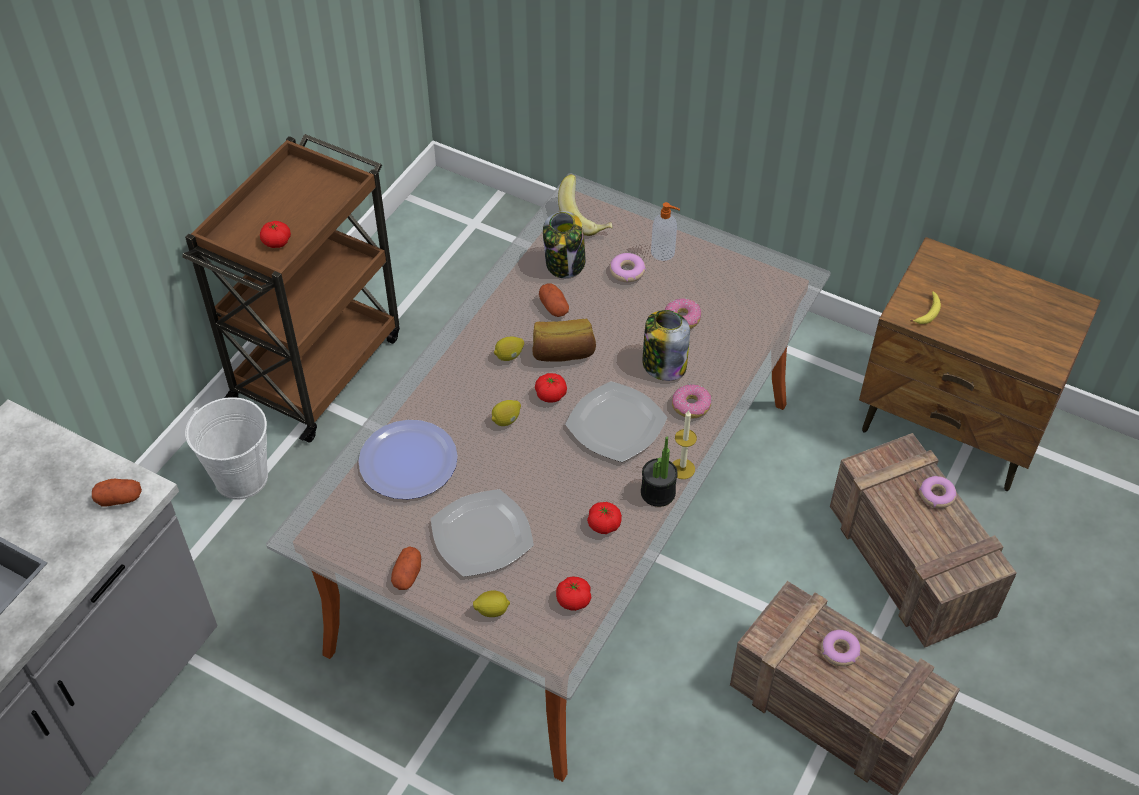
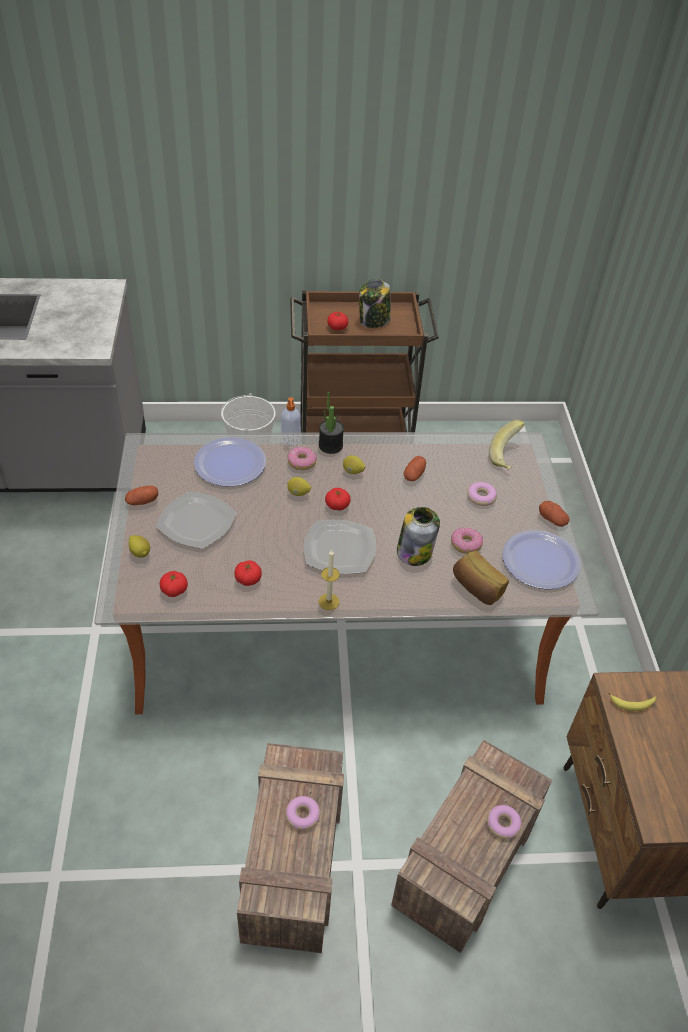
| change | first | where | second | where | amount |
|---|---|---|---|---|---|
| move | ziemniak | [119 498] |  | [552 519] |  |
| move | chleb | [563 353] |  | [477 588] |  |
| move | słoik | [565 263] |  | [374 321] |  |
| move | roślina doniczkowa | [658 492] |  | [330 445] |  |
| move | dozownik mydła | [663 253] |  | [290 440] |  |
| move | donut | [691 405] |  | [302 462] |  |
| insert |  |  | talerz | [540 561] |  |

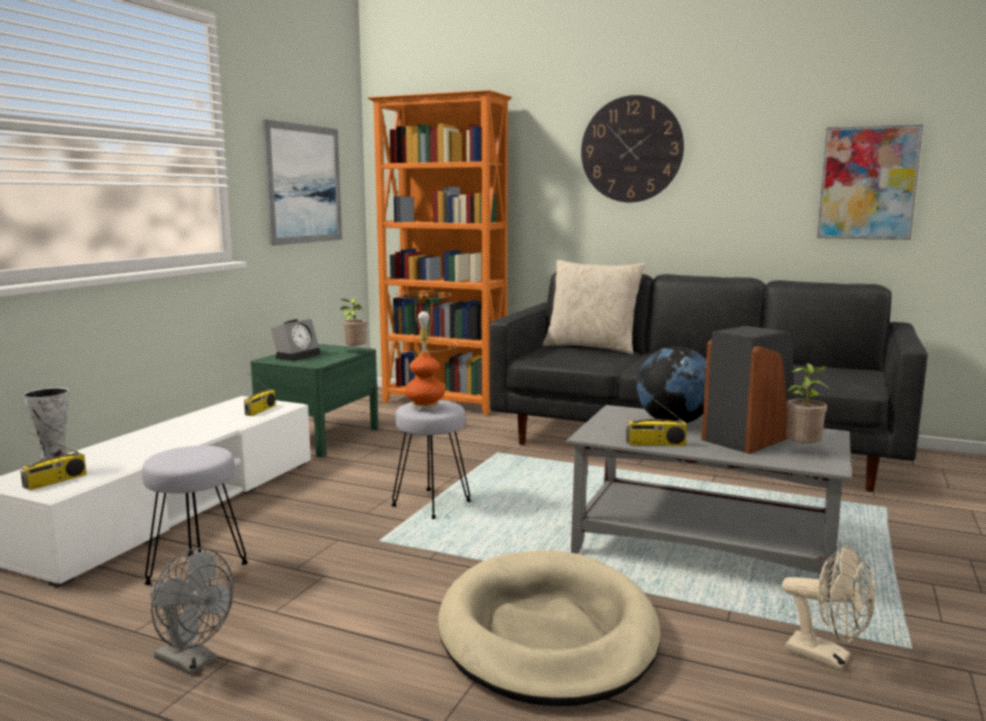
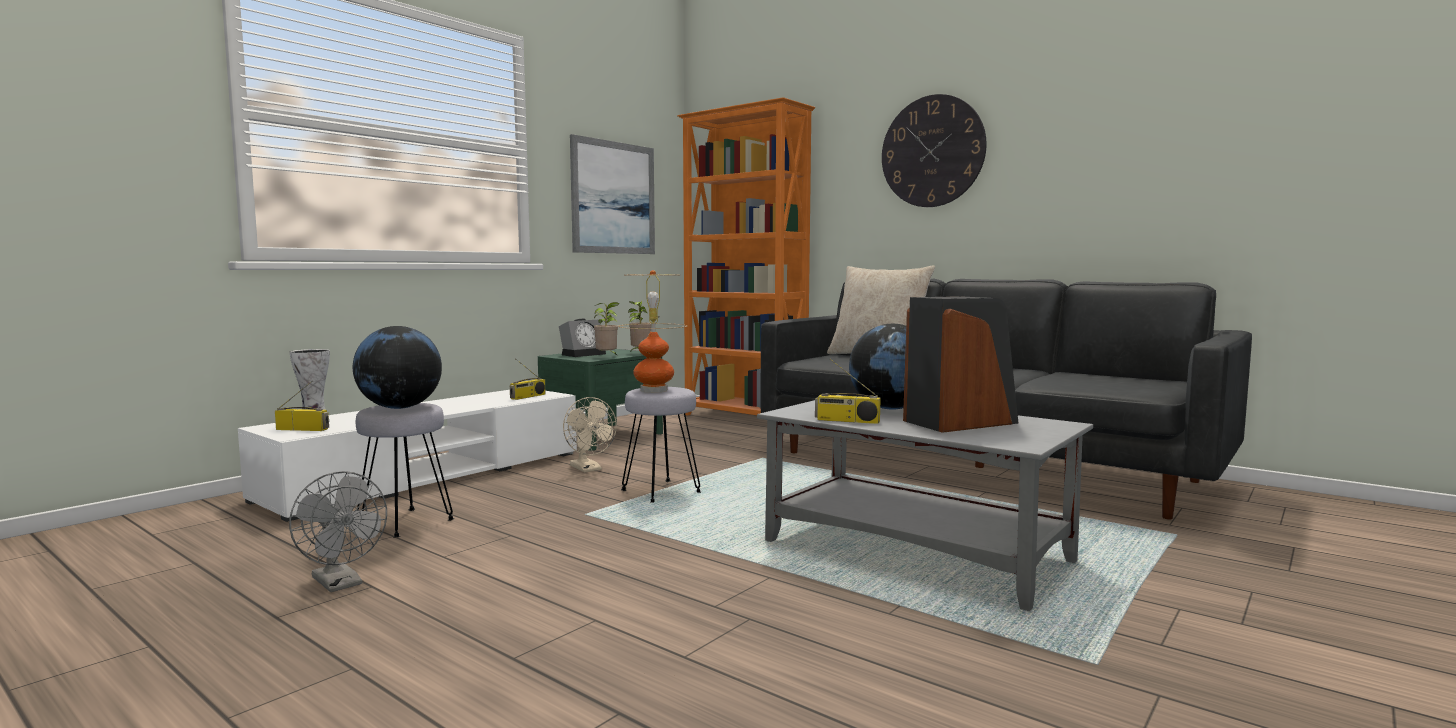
| change | first | where | second | where | amount |
|---|---|---|---|---|---|
| rotate | radio | [55 481] |  | [303 429] | 135 degrees counterclockwise |
| delete | legowisko [beżowy] | [547 633] |  |  |  |
| move | wentylator [beżowy] | [827 657] |  | [588 469] |  |
| move | roślina doniczkowa | [803 450] |  | [607 357] |  |
| delete | obraz | [868 183] |  |  |  |
| insert |  |  | globus | [400 407] |  |

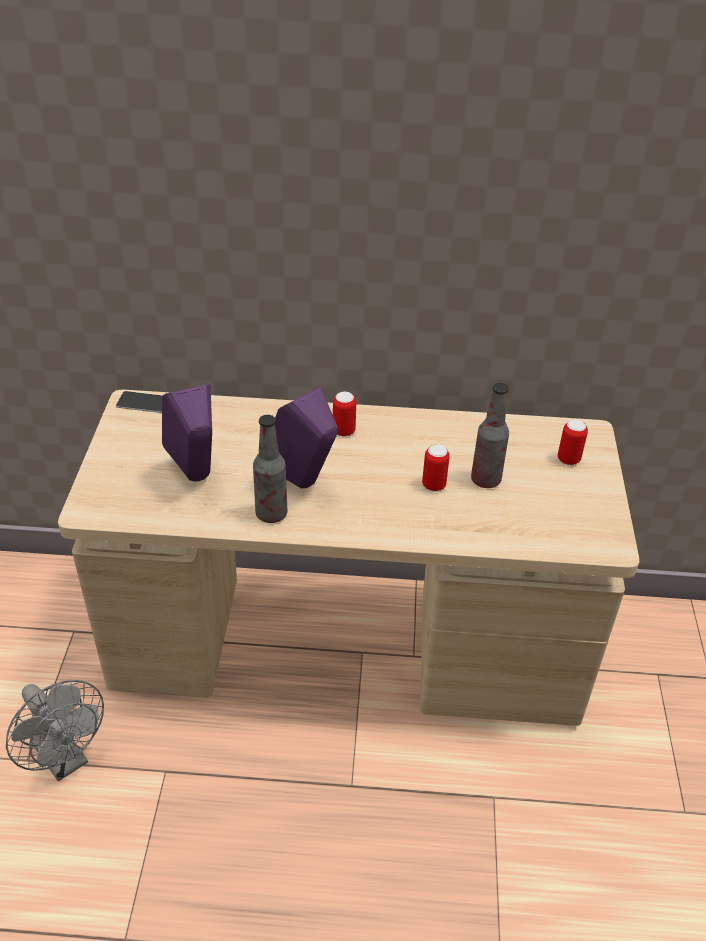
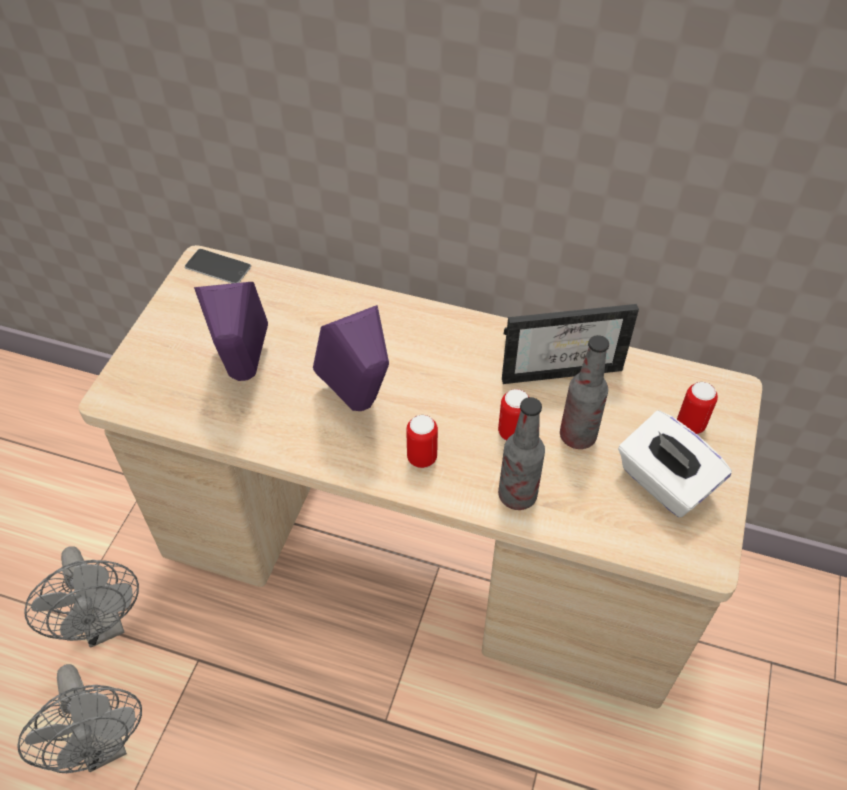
| change | first | where | second | where | amount |
|---|---|---|---|---|---|
| move | butelka | [271 514] |  | [517 495] |  |
| move | puszka | [344 431] |  | [422 458] |  |
| insert |  |  | wentylator [szary] | [104 745] |  |
| insert |  |  | ramka na zdjęcie | [561 365] |  |
| insert |  |  | pudełko chusteczek [biały] | [664 482] |  |

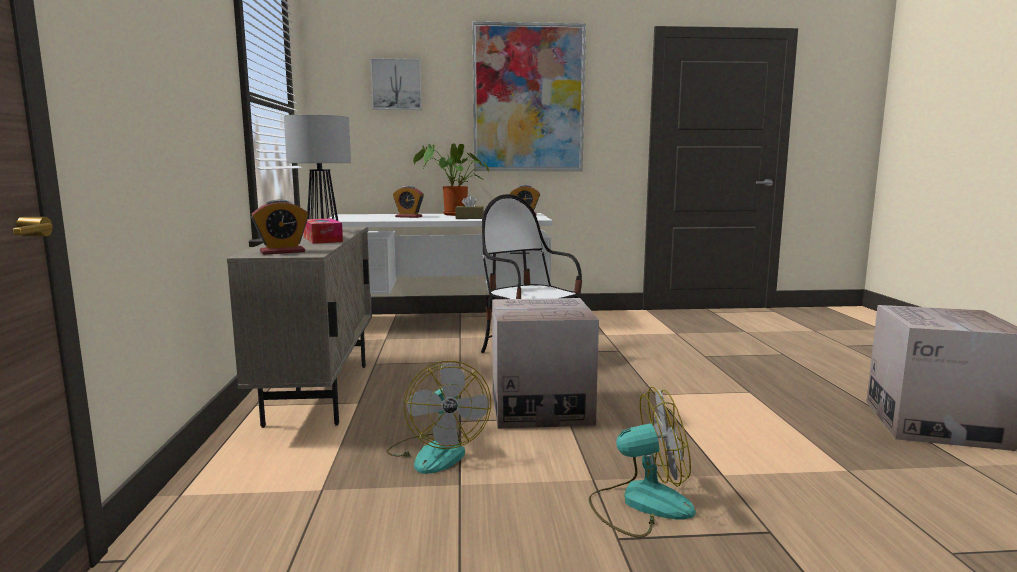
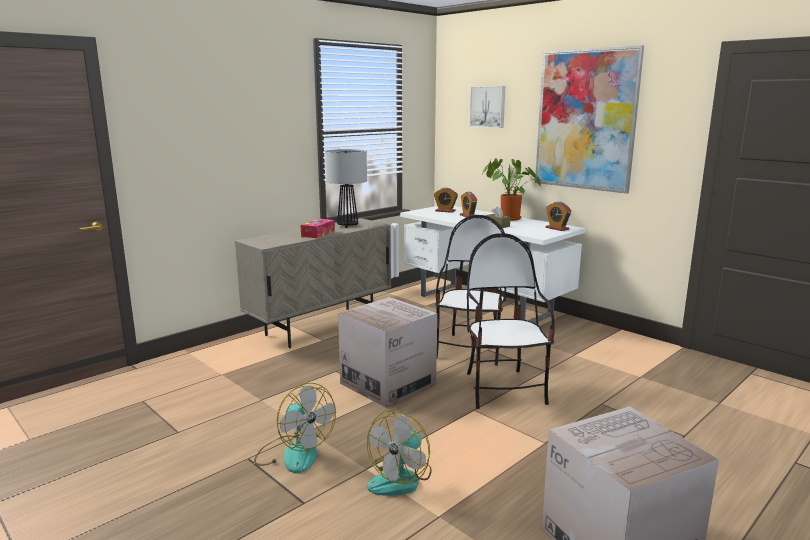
| change | first | where | second | where | amount |
|---|---|---|---|---|---|
| move | budzik | [282 252] |  | [445 211] |  |
| move | wentylator | [436 452] |  | [401 478] |  |
| insert |  |  | krzesło | [503 389] |  |

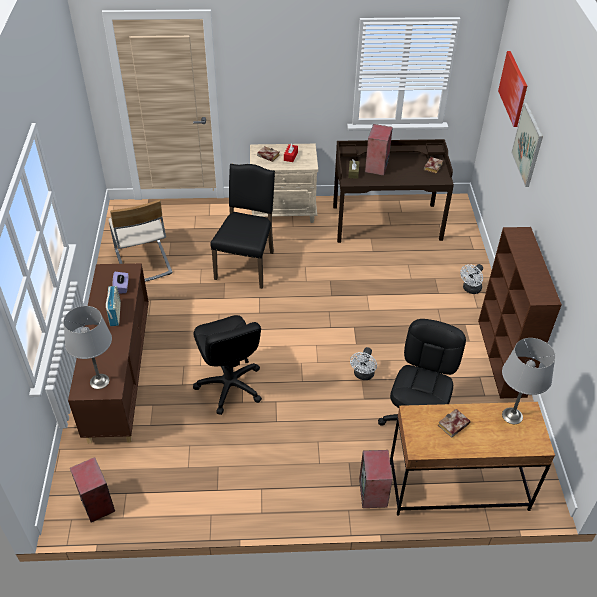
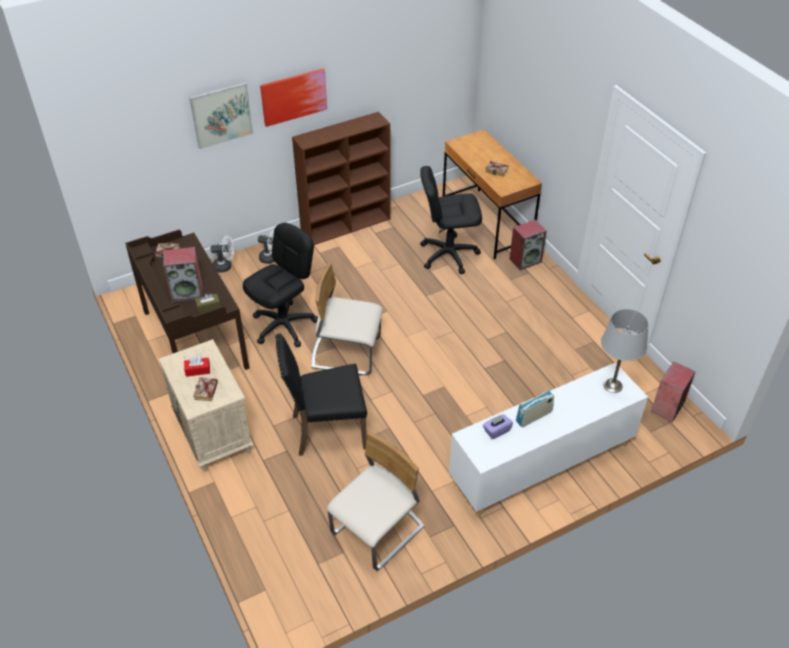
| change | first | where | second | where | amount |
|---|---|---|---|---|---|
| recolor | szafka [brązowy] | [119 373] | szafka [biały] | [541 464] |  |
| move | krzesło biurowe [czarny] | [229 386] |  | [284 326] |  |
| move | wentylator [biały] | [363 375] |  | [225 266] |  |
| move | obraz | [513 88] |  | [293 96] |  |
| delete | lampa stołowa [szary] | [512 416] |  |  |  |
| insert |  |  | krzesło [beżowy] | [346 353] |  |

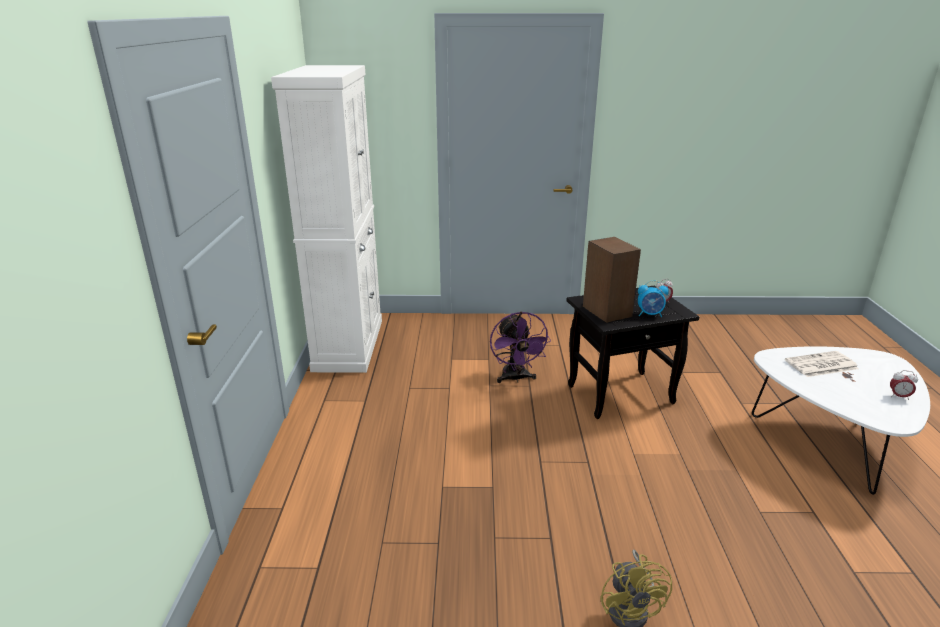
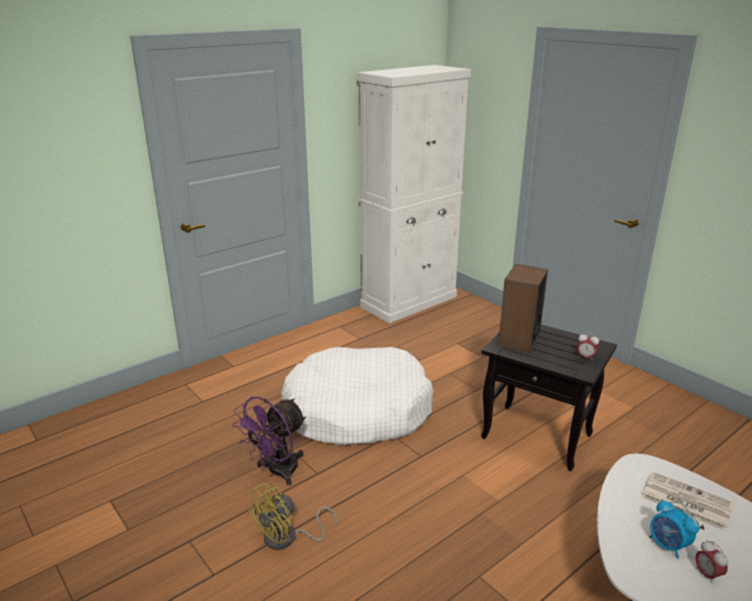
| change | first | where | second | where | amount |
|---|---|---|---|---|---|
| move | wentylator [fioletowy] | [515 378] |  | [276 472] |  |
| move | budzik | [650 314] |  | [668 545] |  |
| insert |  |  | legowisko [biały] | [357 411] |  |

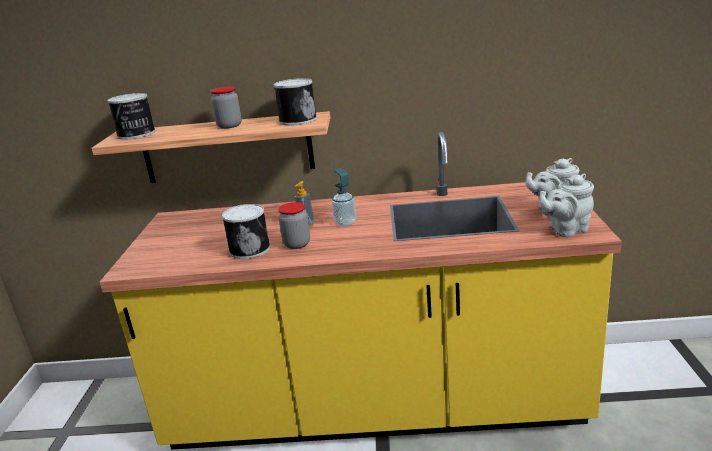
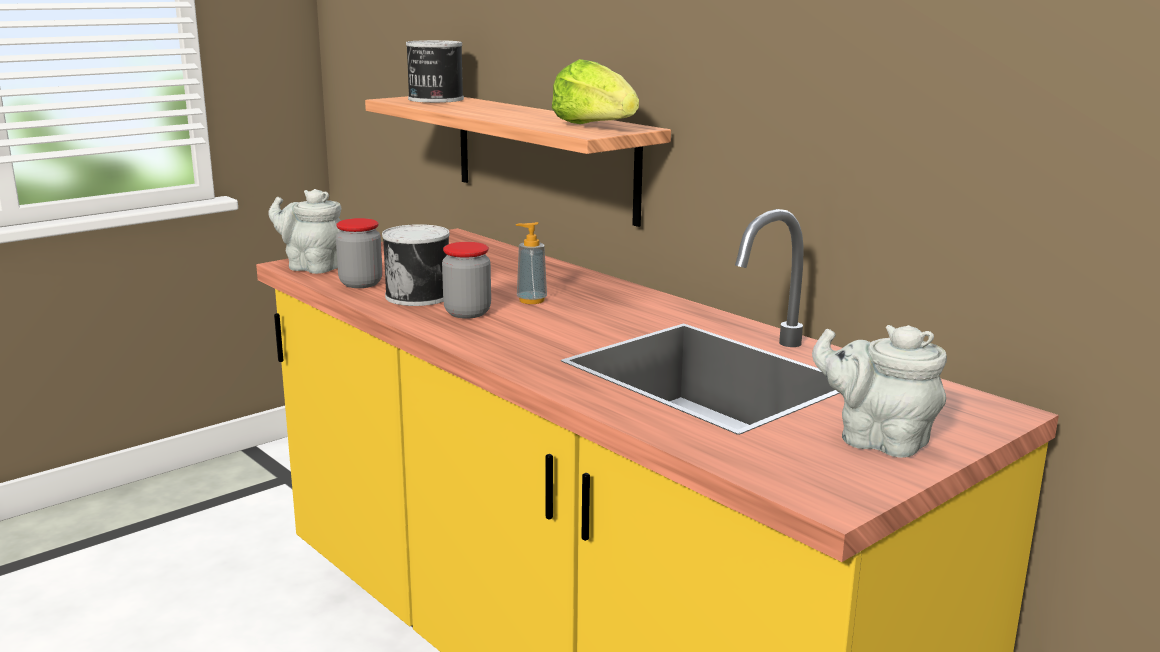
| change | first | where | second | where | amount |
|---|---|---|---|---|---|
| move | słoik | [229 126] |  | [361 283] |  |
| replace | puszka | [297 120] | sałata | [595 127] |  |
| delete | dozownik mydła | [345 223] |  |  |  |
| move | imbryk [szary] | [566 230] |  | [312 267] |  |

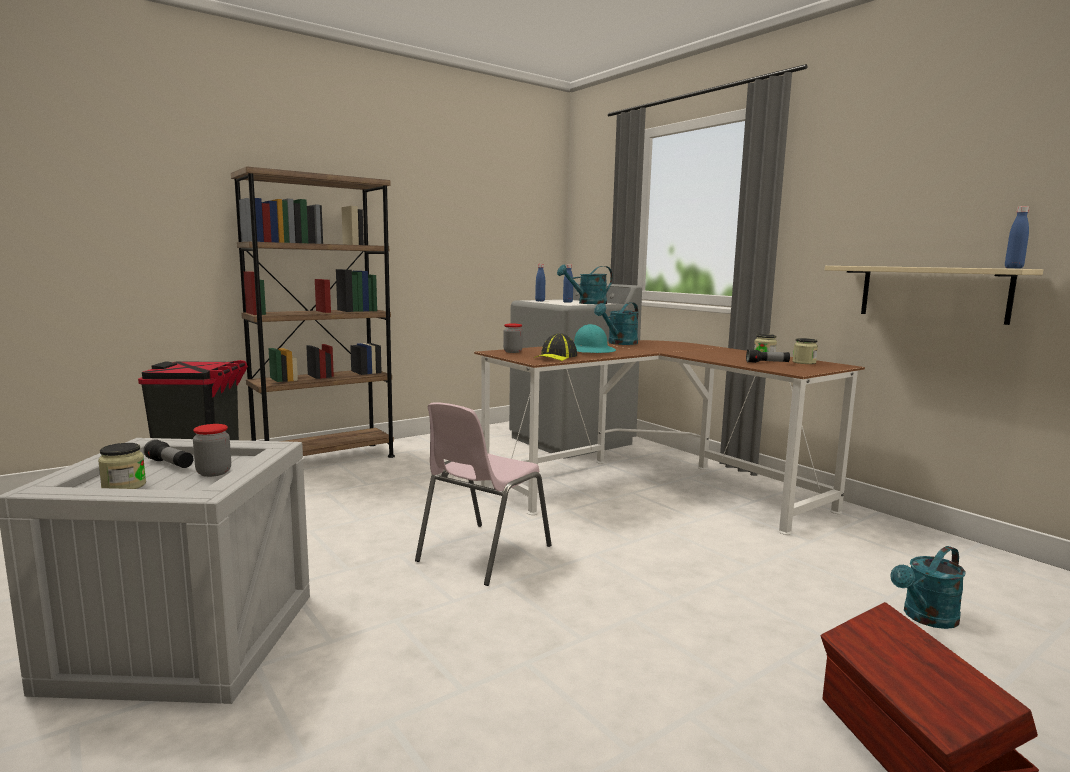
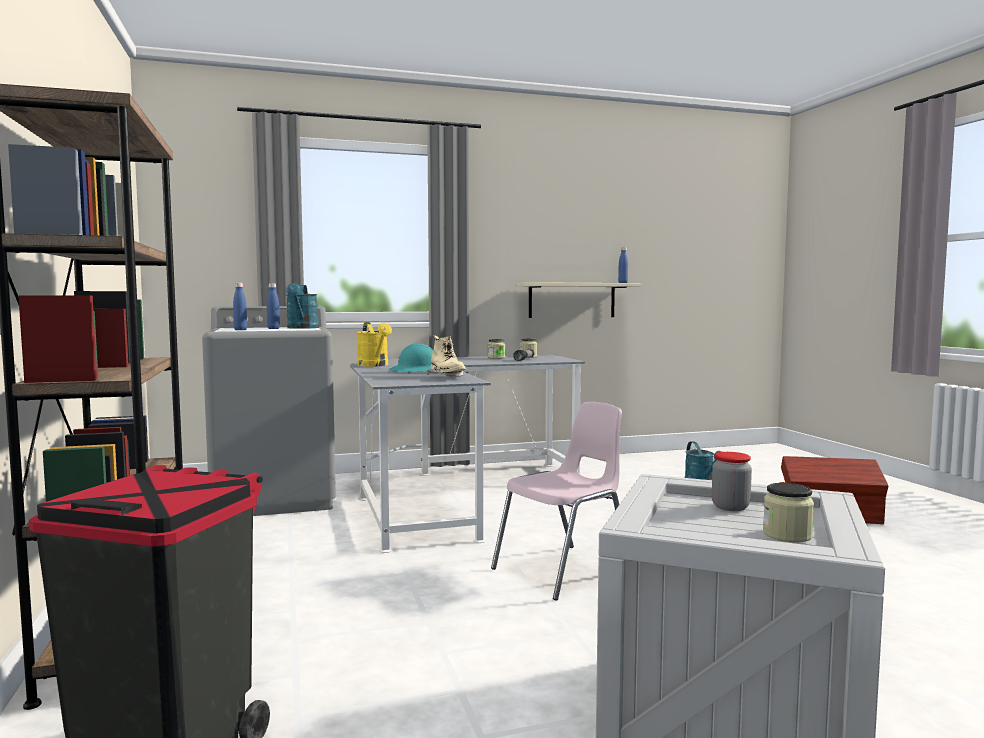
| change | first | where | second | where | amount |
|---|---|---|---|---|---|
| delete | latarka | [170 464] |  |  |  |
| rotate | krzesło [różowy] | [482 553] |  | [565 570] | 90 degrees counterclockwise |
| recolor | biurko [brązowy] | [652 486] | biurko [szary] | [451 494] |  |
| delete | słoik | [512 352] |  |  |  |
| replace | czapka z daszkiem | [556 357] | but z cholewką [beżowy] | [447 377] |  |
| recolor | konewka [turkusowy] | [619 343] | konewka [żółty] | [375 365] |  |

